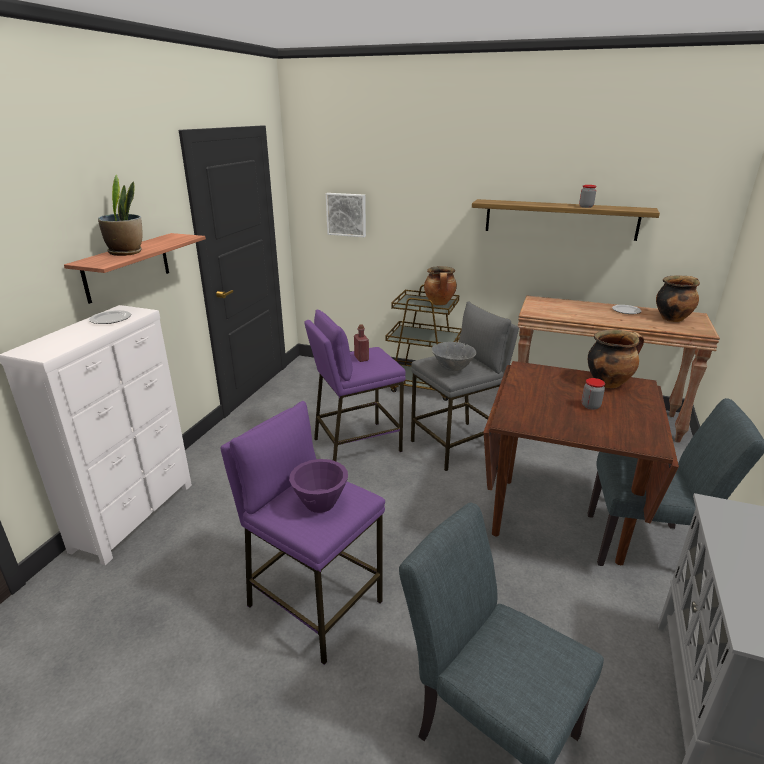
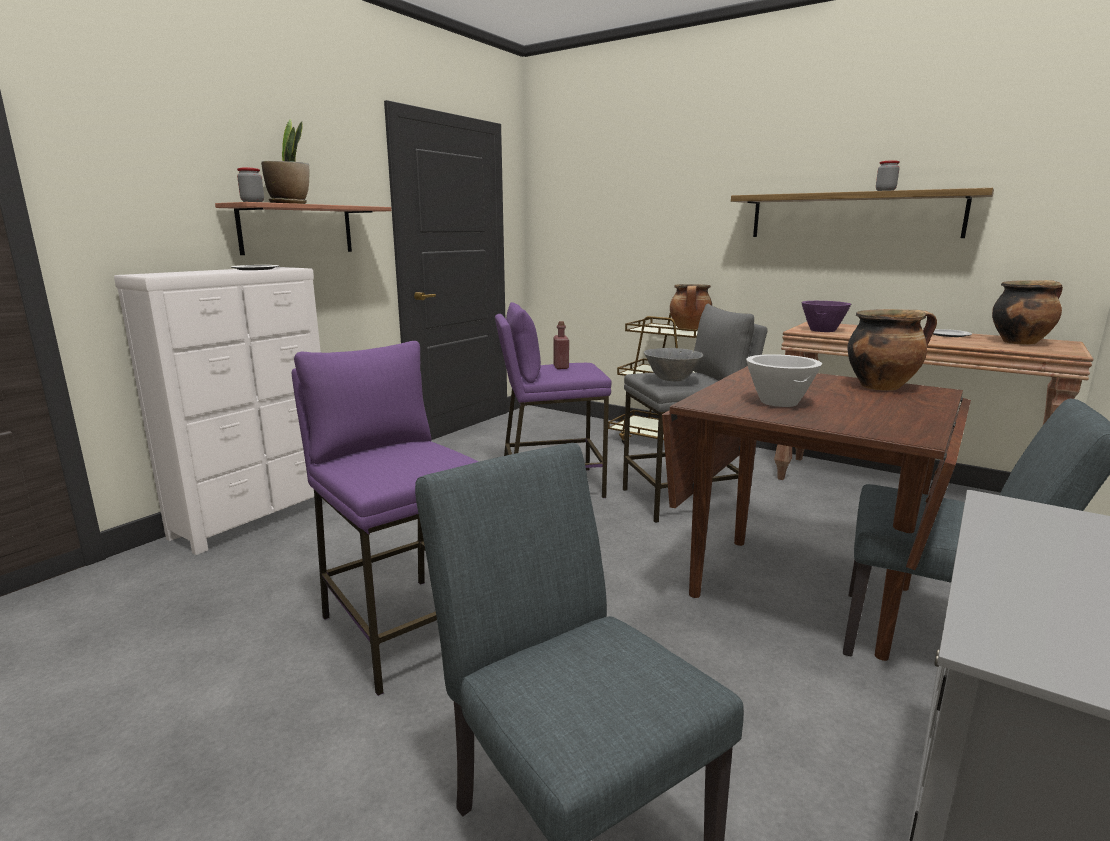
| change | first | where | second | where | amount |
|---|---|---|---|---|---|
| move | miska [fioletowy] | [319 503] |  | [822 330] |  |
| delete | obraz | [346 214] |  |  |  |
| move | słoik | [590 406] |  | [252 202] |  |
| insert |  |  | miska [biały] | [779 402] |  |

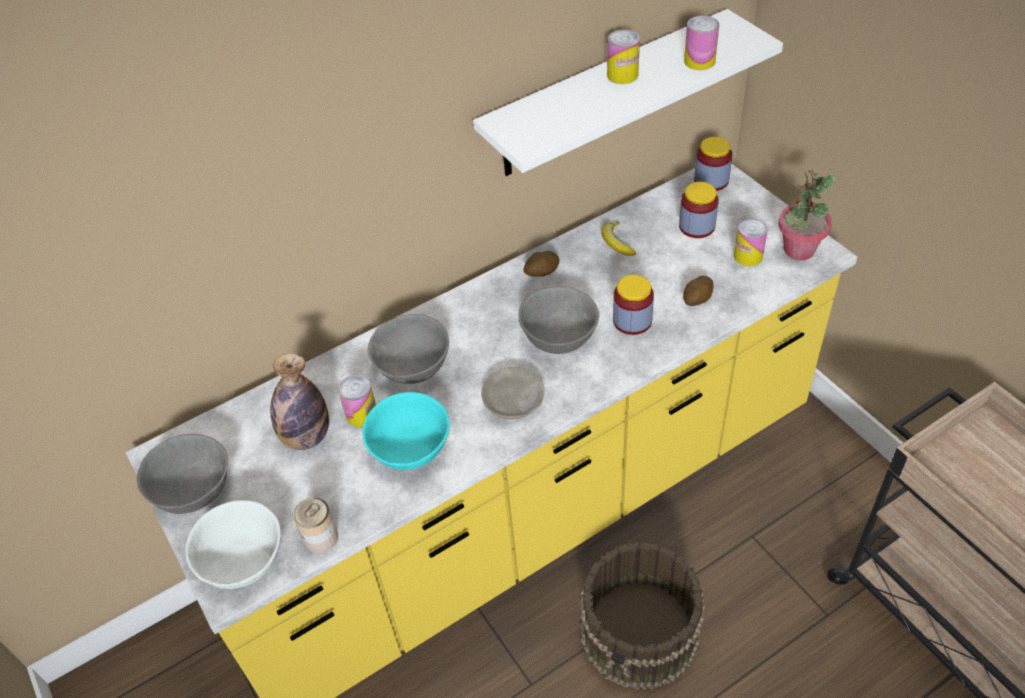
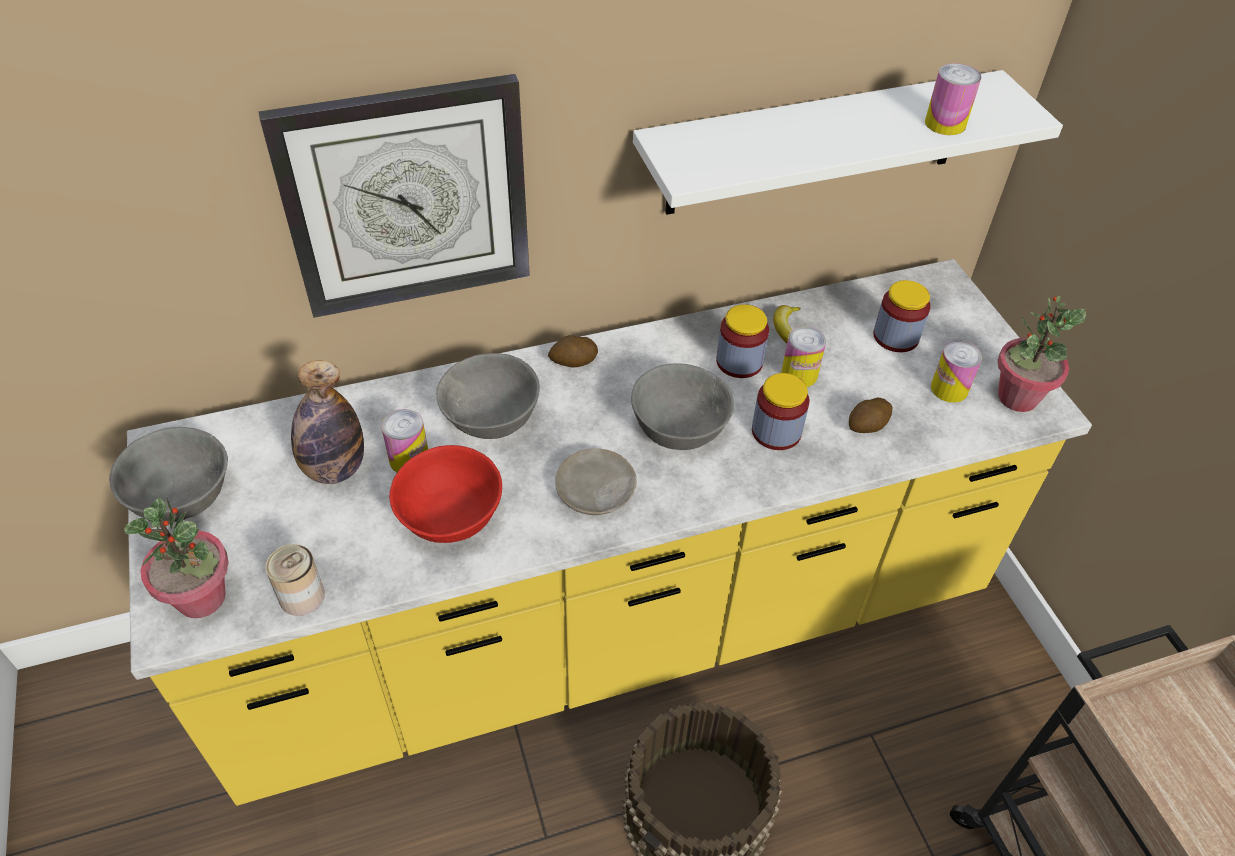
| change | first | where | second | where | amount |
|---|---|---|---|---|---|
| replace | miska [biały] | [243 560] | roślina doniczkowa | [202 598] |  |
| recolor | miska [turkusowy] | [411 448] | miska [czerwony] | [451 516] |  |
| move | ziemniak | [541 272] |  | [573 362] |  |
| move | puszka | [622 75] |  | [799 374] |  |
| move | słoik | [711 180] |  | [739 362] |  |
| insert |  |  | zegar ścienny | [407 198] |  |

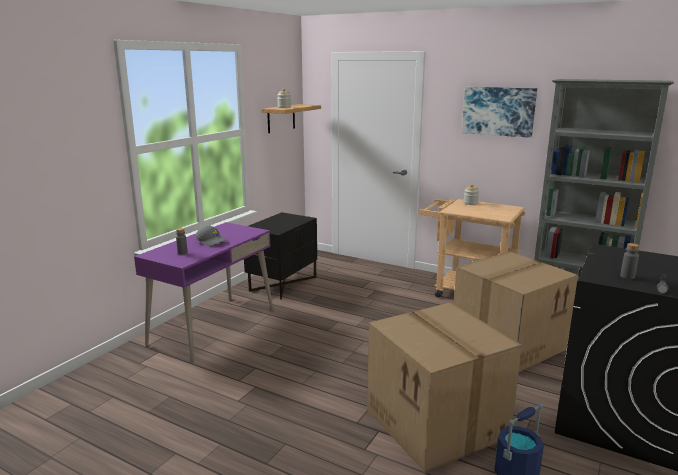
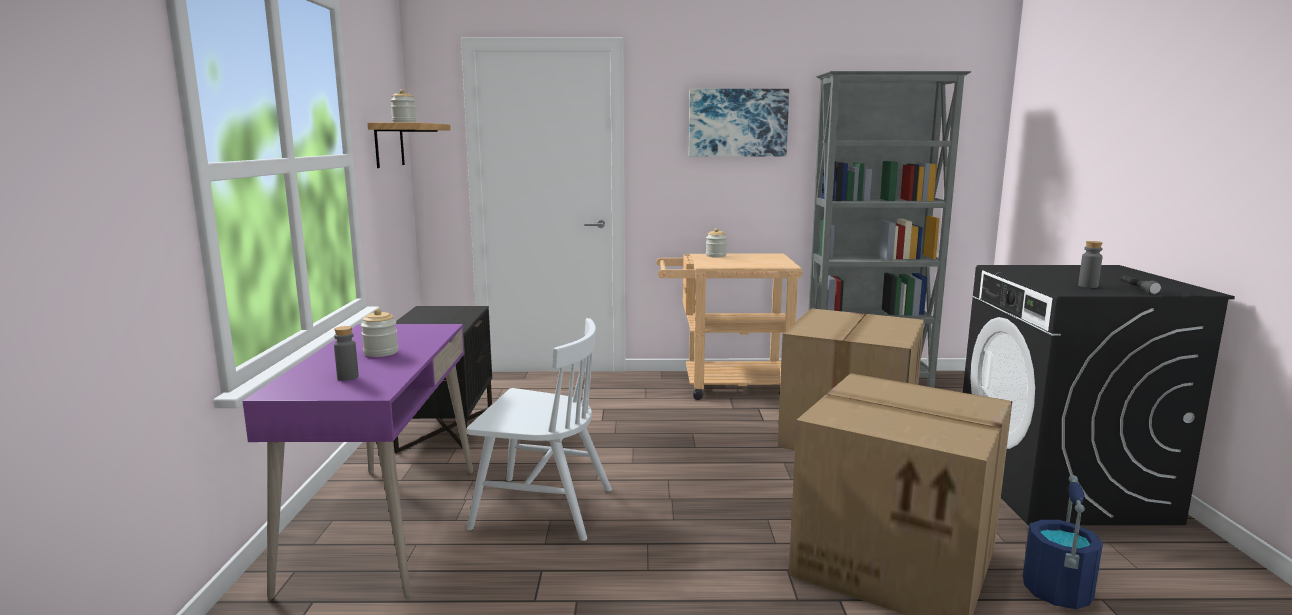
| change | first | where | second | where | amount |
|---|---|---|---|---|---|
| replace | czapka z daszkiem [szary] | [212 241] | słoik | [381 352] |  |
| insert |  |  | krzesło [biały] | [542 508] |  |

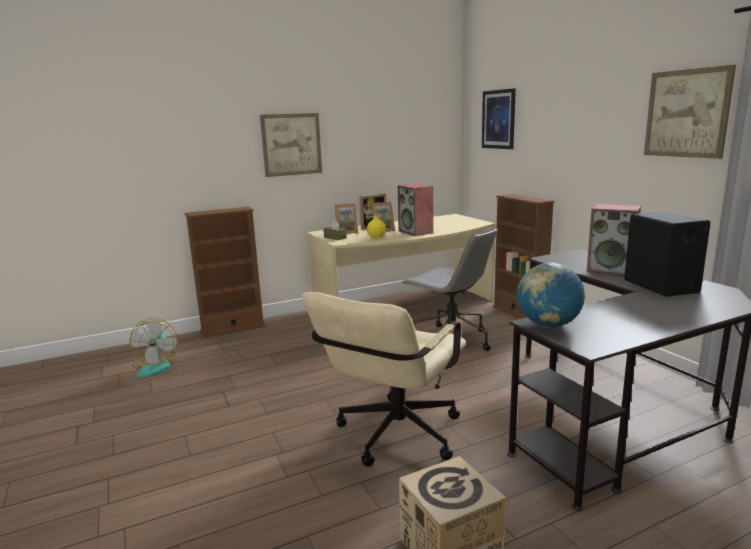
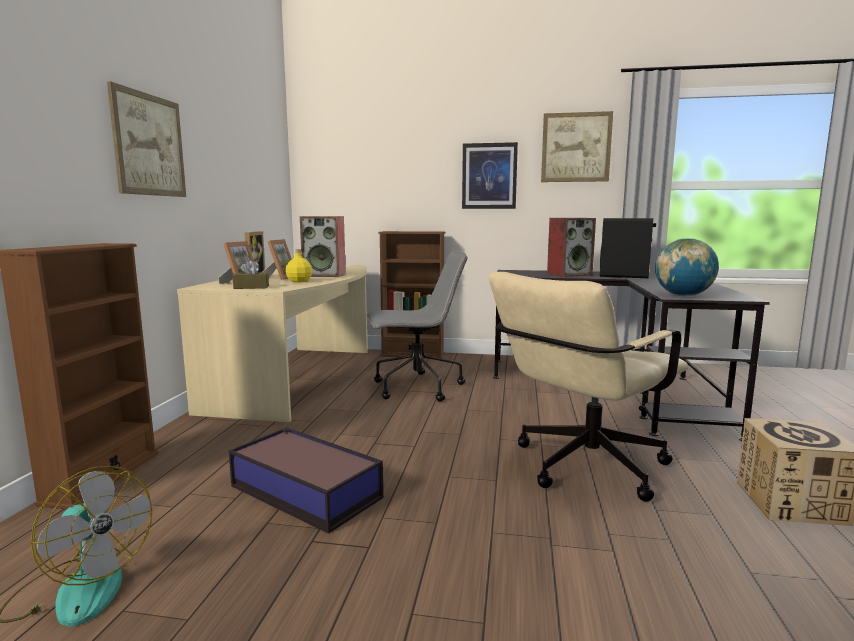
| change | first | where | second | where | amount |
|---|---|---|---|---|---|
| rotate | krzesło biurowe [beżowy] | [393 438] |  | [581 468] | 75 degrees clockwise |
| move | obraz | [498 119] |  | [489 176] |  |
| insert |  |  | pojemnik do przechowywania | [305 491] |  |

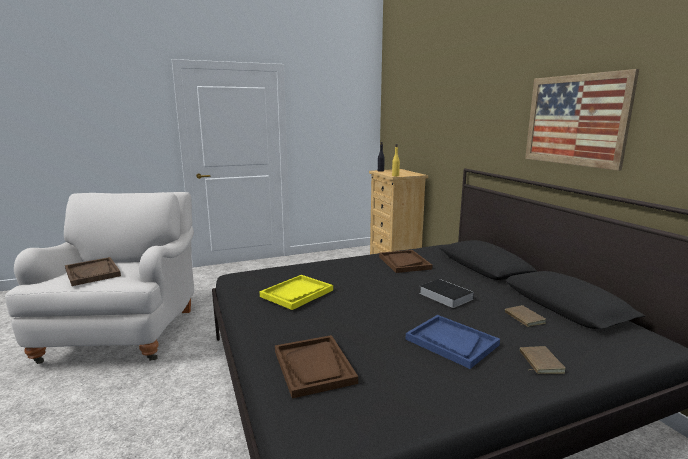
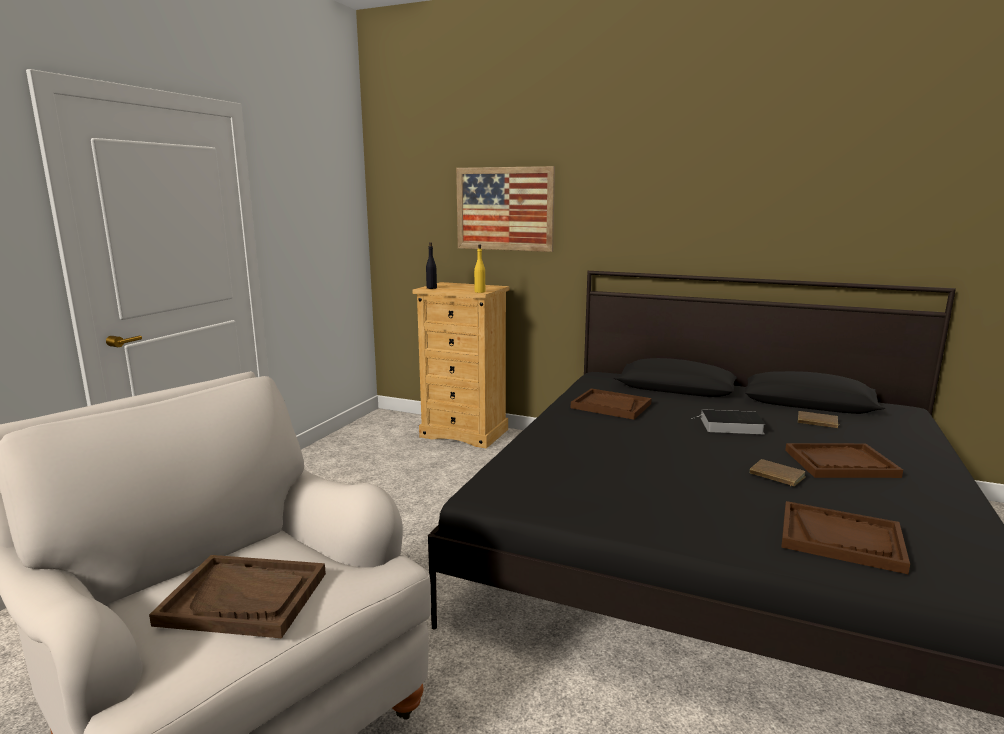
| change | first | where | second | where | amount |
|---|---|---|---|---|---|
| delete | taca [żółty] | [297 293] |  |  |  |
| recolor | taca [niebieski] | [451 342] | taca [brązowy] | [840 463] |  |
| move | książka [brązowy] | [539 362] |  | [776 476] |  |
| move | obraz | [575 120] |  | [504 209] |  |

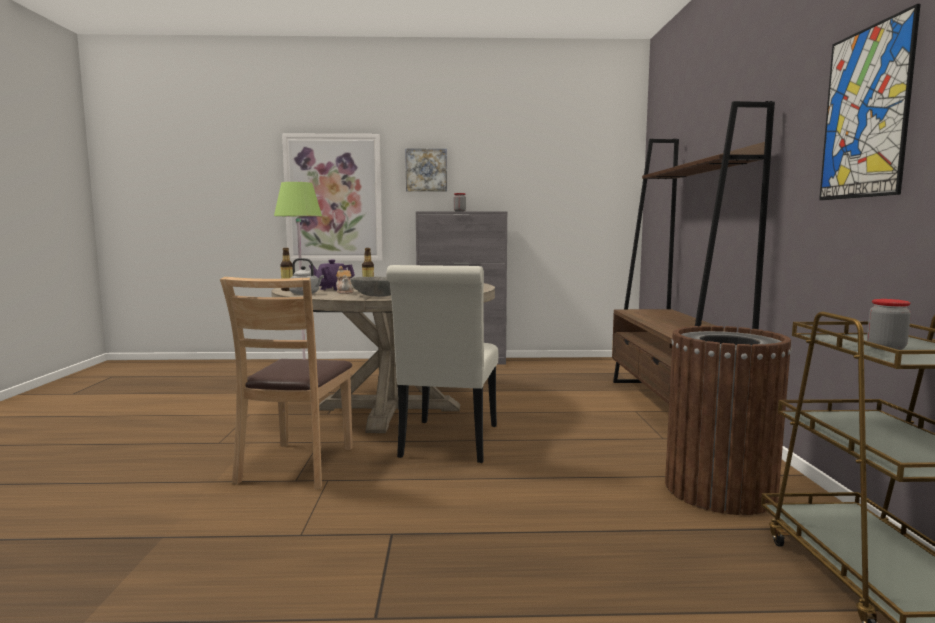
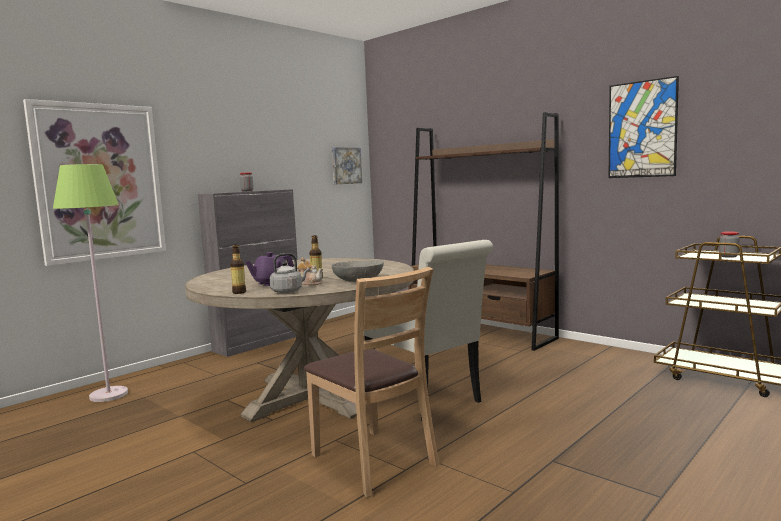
| change | first | where | second | where | amount |
|---|---|---|---|---|---|
| move | obraz | [426 170] |  | [345 165] |  |
| delete | kosz na śmieci [brązowy] | [720 490] |  |  |  |

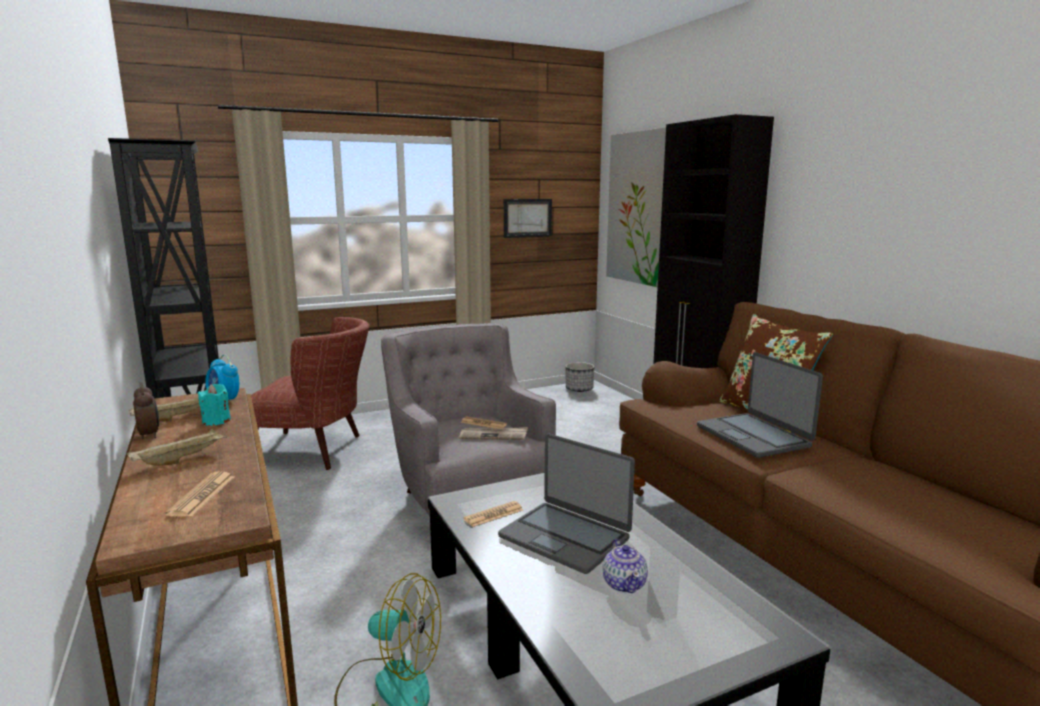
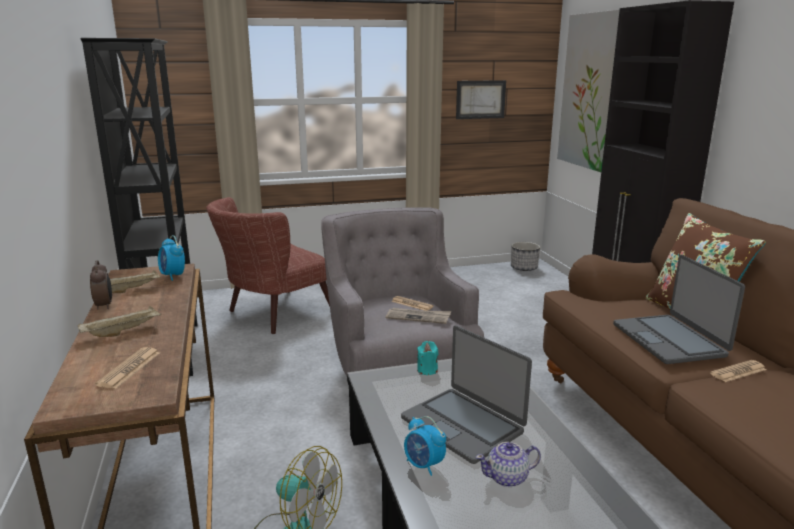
| change | first | where | second | where | amount |
|---|---|---|---|---|---|
| move | świeca [turkusowy] | [216 421] |  | [427 370] |  |
| rotate | fotel [brązowy] | [317 452] |  | [271 315] | 120 degrees clockwise |
| move | gazeta | [493 515] |  | [738 372] |  |
| rotate | imbryk | [624 584] |  | [507 478] | 75 degrees clockwise |
| insert |  |  | budzik | [424 465] |  |

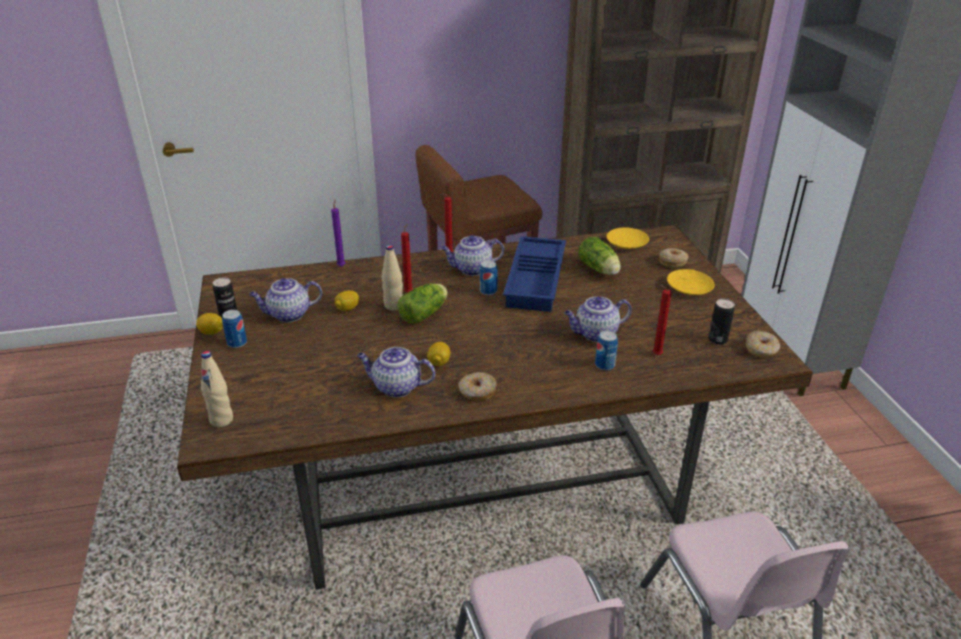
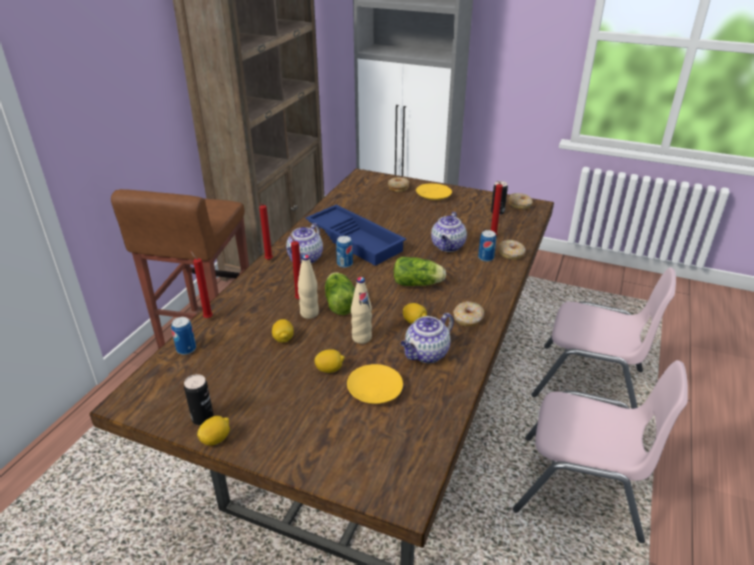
| change | first | where | second | where | amount |
|---|---|---|---|---|---|
| move | butelka [beżowy] | [221 420] |  | [361 338] |  |
| move | puszka | [237 343] |  | [186 349] |  |
| delete | imbryk | [288 315] |  |  |  |
| recolor | świeca [fioletowy] | [341 266] | świeca [czerwony] | [207 317] |  |
| move | sałata | [599 270] |  | [419 284] |  |
| move | talerz [żółty] | [626 243] |  | [375 390] |  |
| insert |  |  | cytryna | [329 369] |  |
| insert |  |  | donut | [511 254] |  |

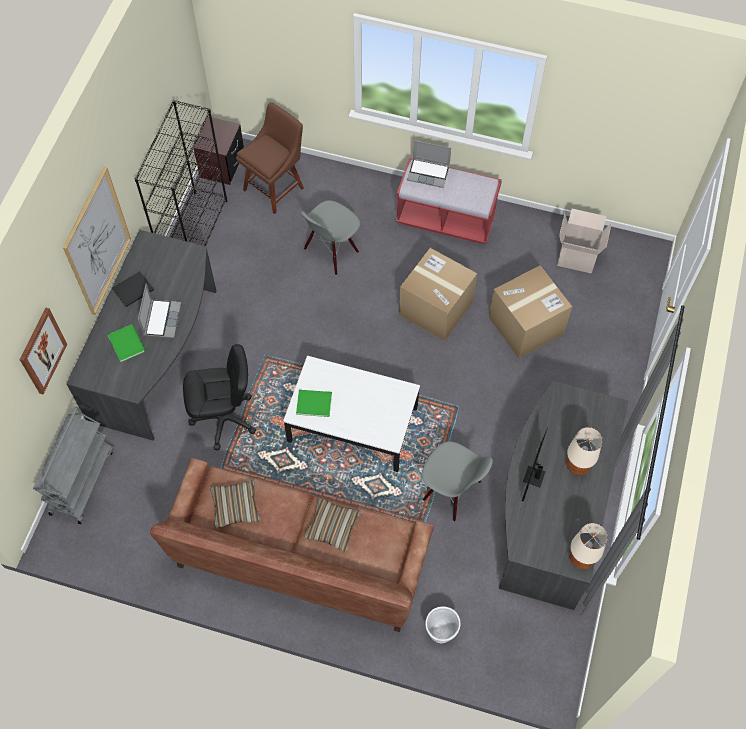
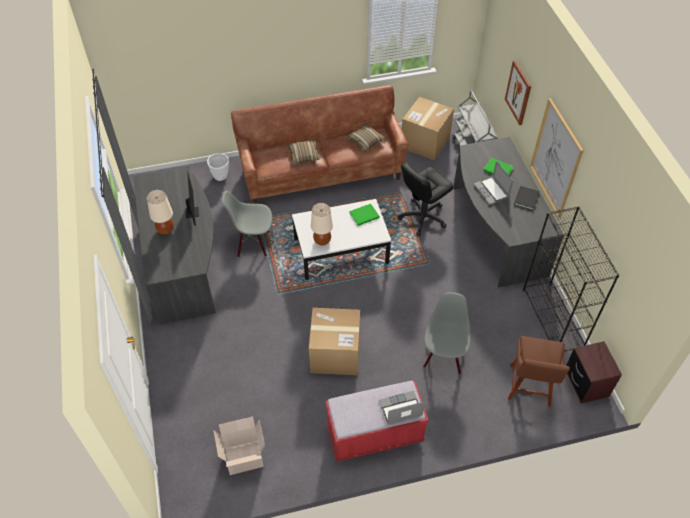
| change | first | where | second | where | amount |
|---|---|---|---|---|---|
| move | karton | [525 325] |  | [425 142] |  |
| move | lampa stołowa [beżowy] | [580 559] |  | [322 240] |  |

